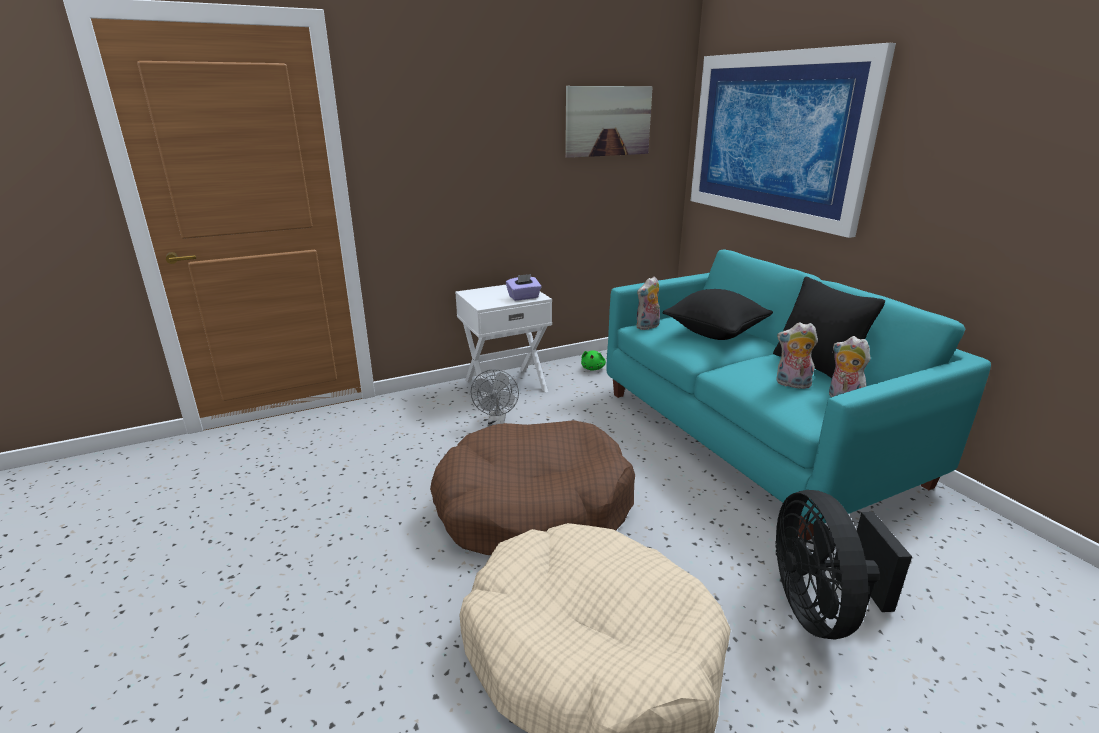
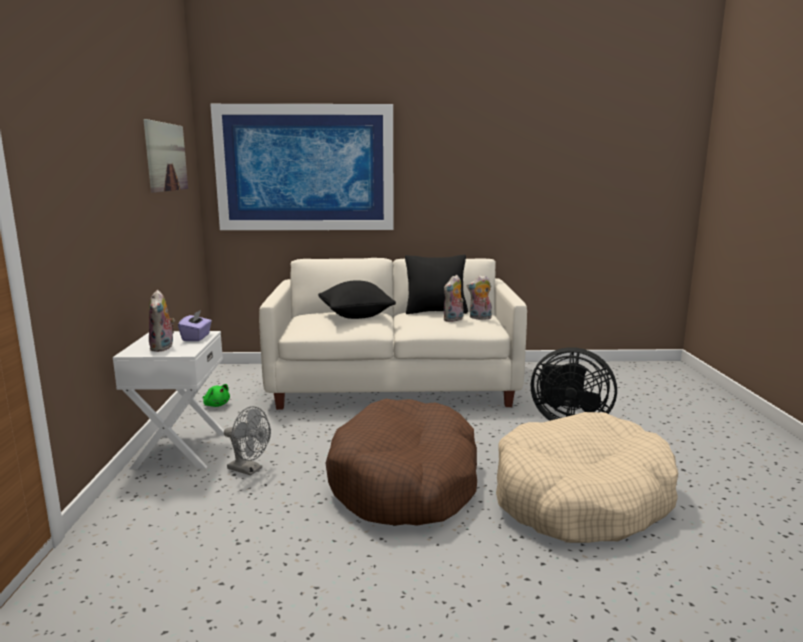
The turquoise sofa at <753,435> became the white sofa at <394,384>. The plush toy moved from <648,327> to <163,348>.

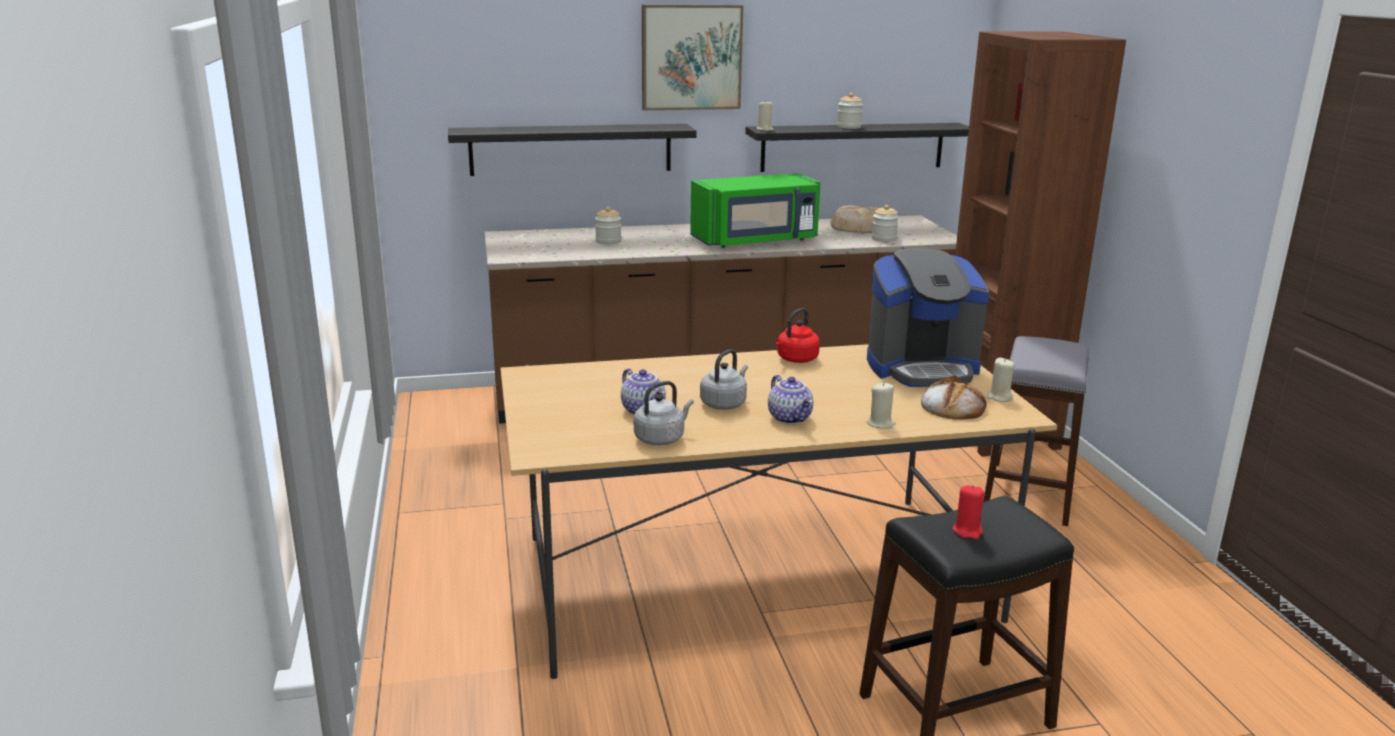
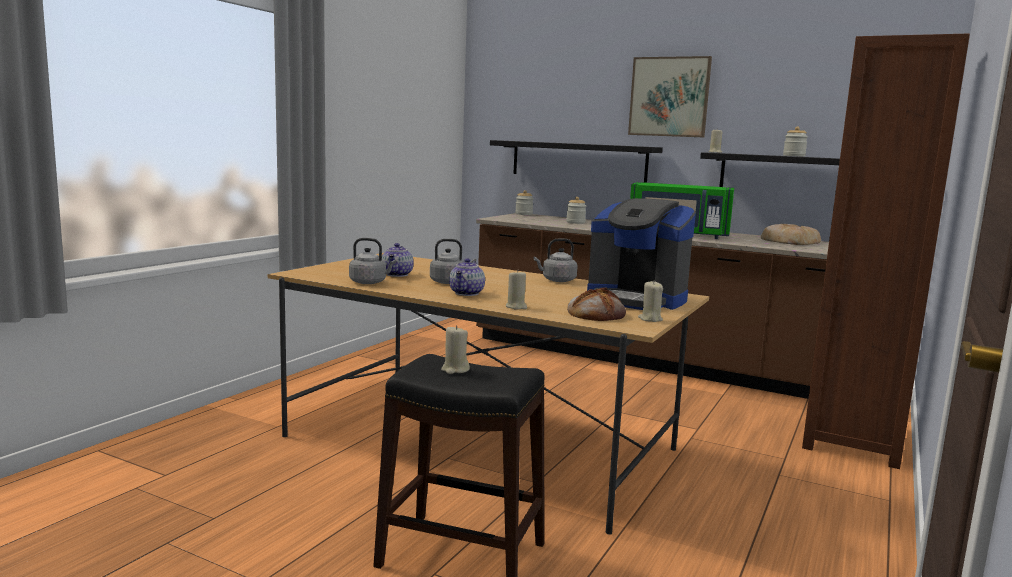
The jar moved from <884,239> to <524,214>. The red kettle at <796,359> became the grey kettle at <557,280>. The grey stool at <1029,493> disappeared. The red candle at <967,531> became the beige candle at <455,370>.

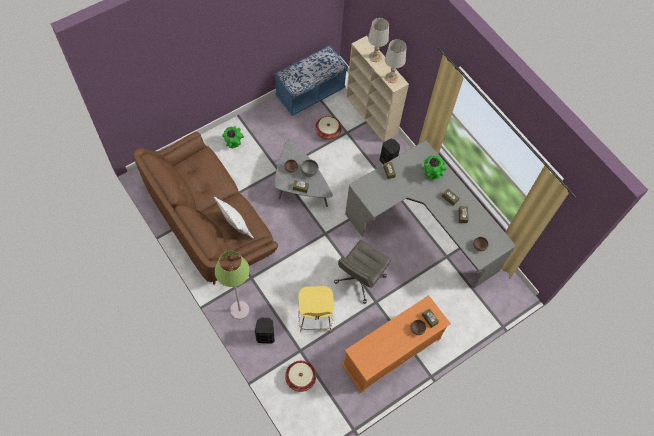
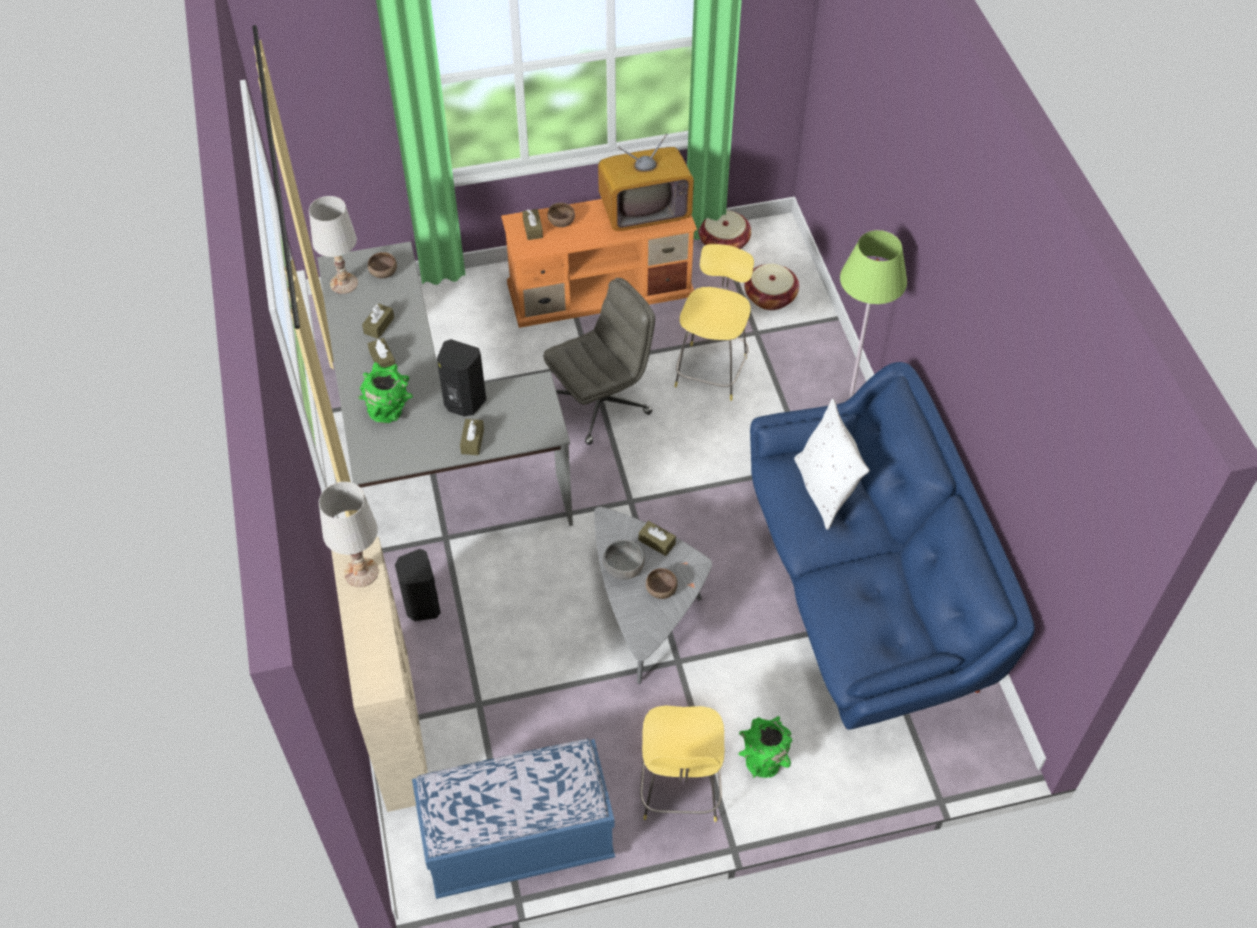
The white table lamp moved from <375,56> to <344,284>. The basket moved from <328,132> to <723,242>. The brown sofa at <210,222> became the blue sofa at <864,593>. The black speaker moved from <265,336> to <463,403>. The television at <644,210> appeared. The yellow stool at <680,790> appeared.

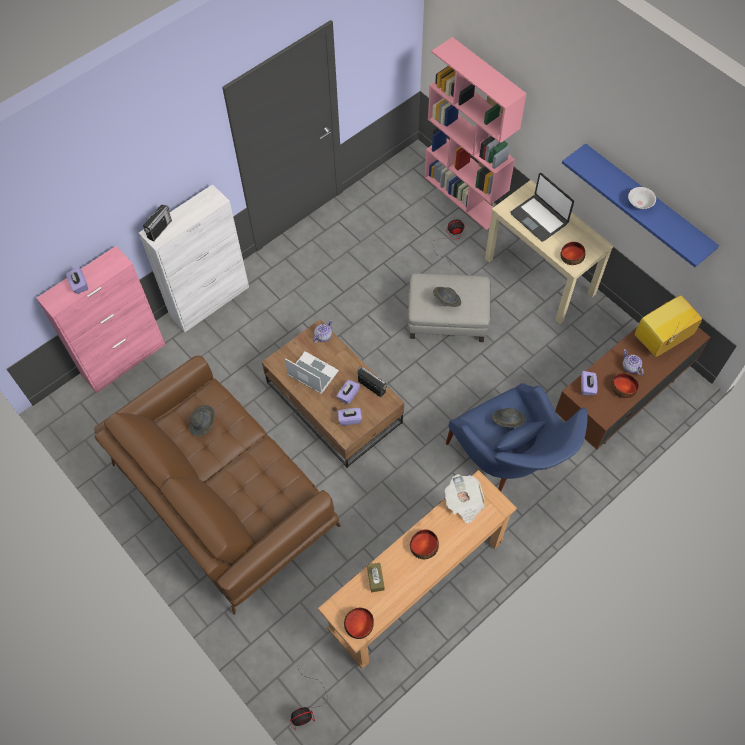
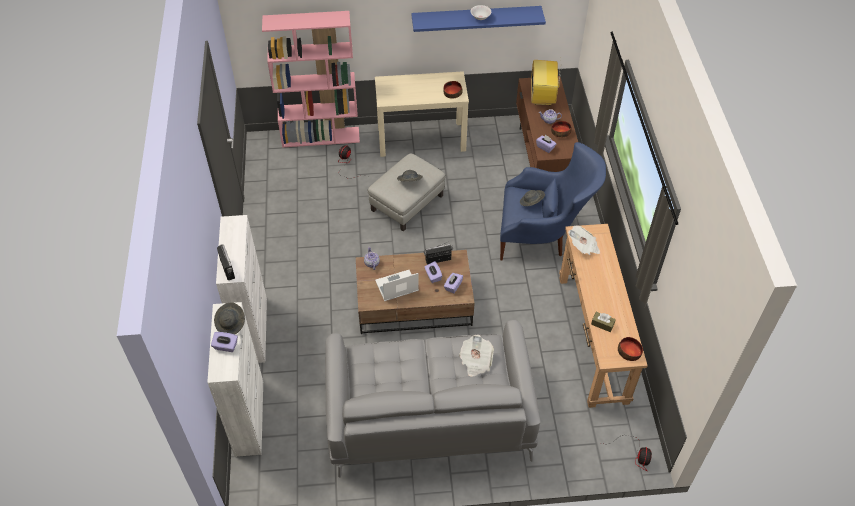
The laptop at <539,218> disappeared. The pink cabinet at <124,360> became the white cabinet at <249,417>. The brown sofa at <222,493> became the grey sofa at <428,414>. The grey hat moved from <203,424> to <231,324>. The bowl at <424,546> disappeared. The newspaper at <476,361> appeared.

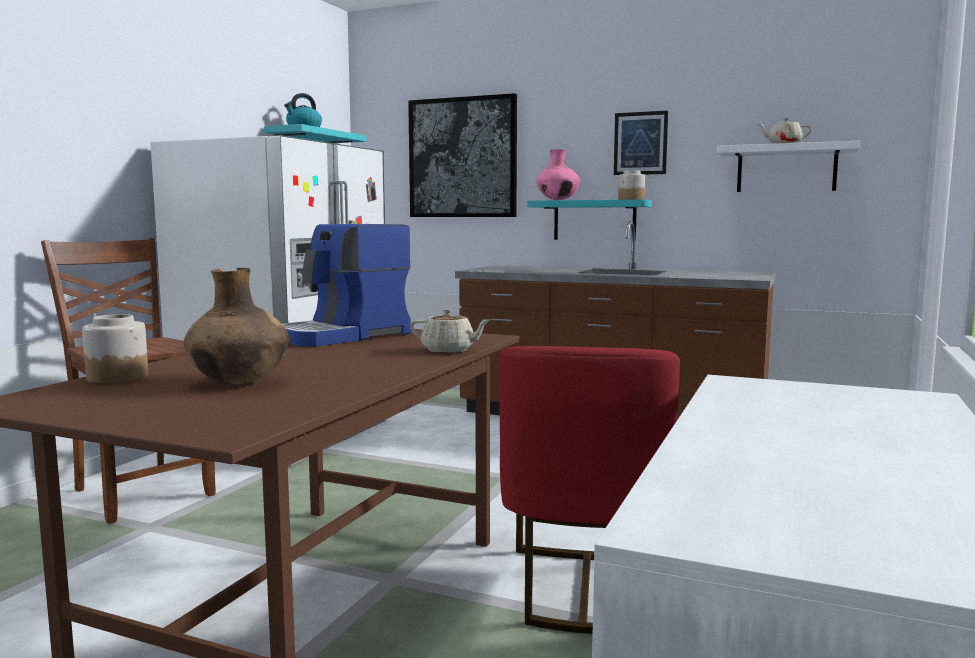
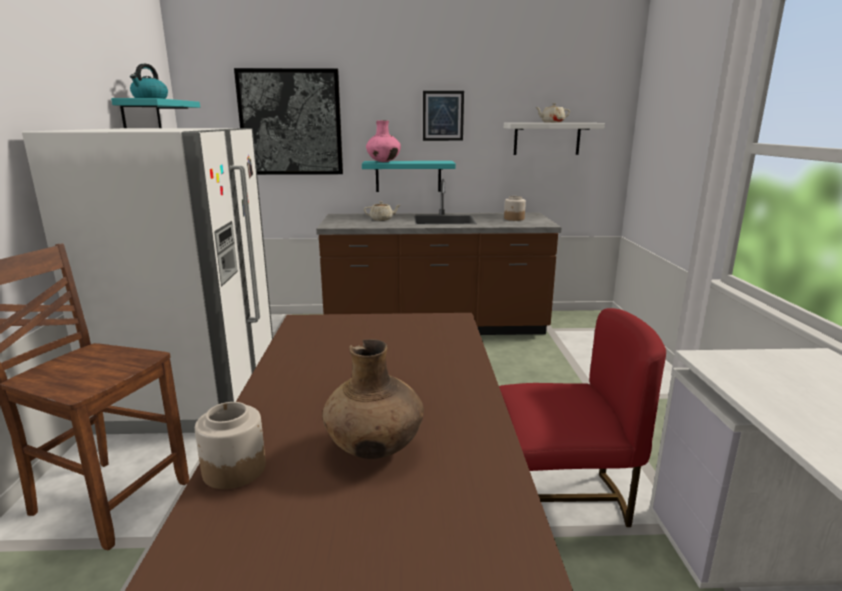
The jar moved from <631,199> to <514,219>. The coffee machine at <344,336> disappeared. The beige teapot moved from <449,350> to <382,219>. The red chair at <583,589> turned 75 degrees counterclockwise.

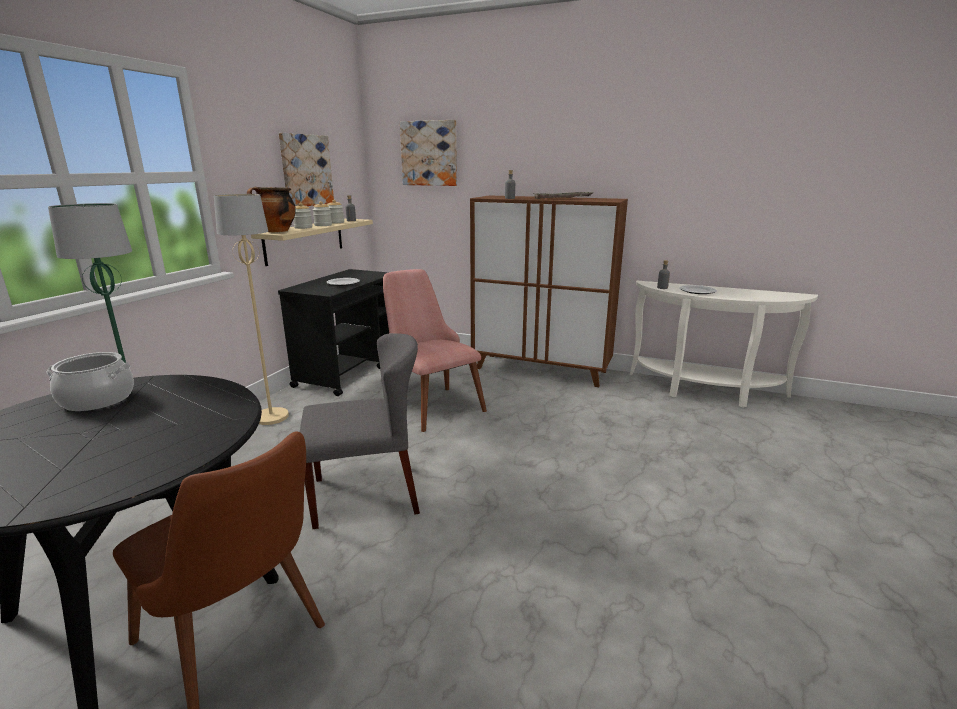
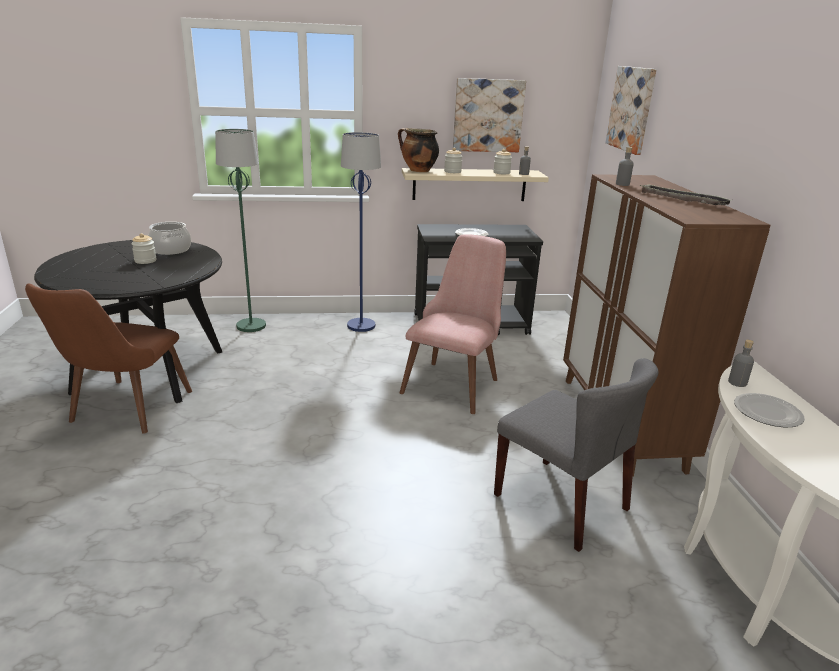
The beige floor lamp at <271,417> became the blue floor lamp at <361,325>. The jar moved from <323,225> to <145,261>. The grey chair moved from <366,495> to <562,502>.

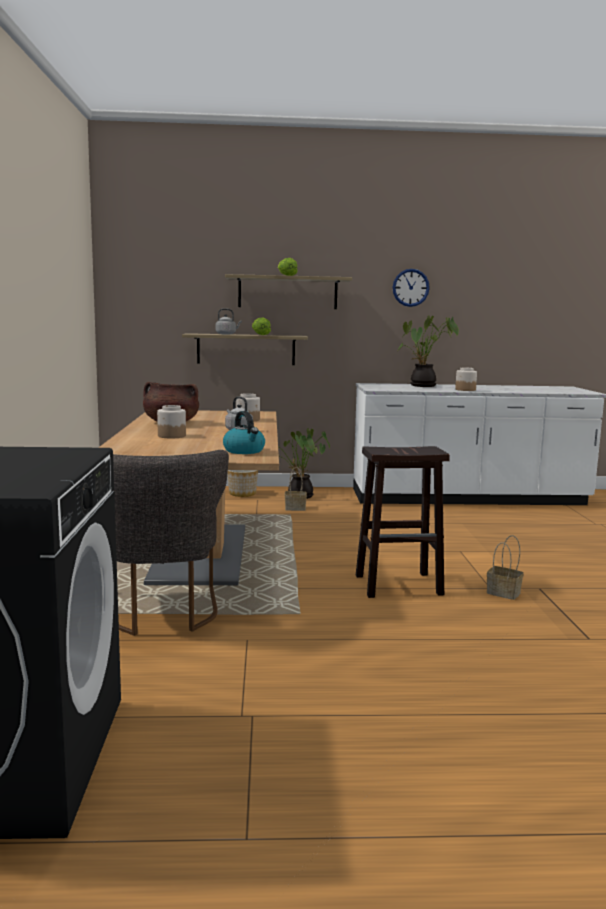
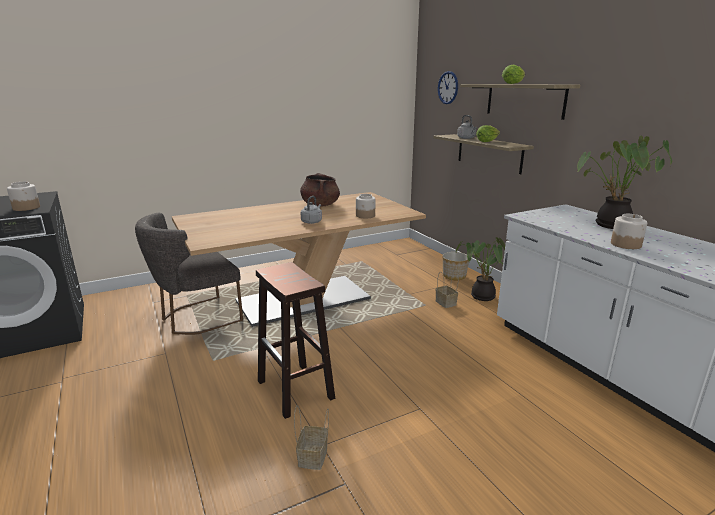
The wall clock moved from <410,287> to <448,87>. The jar moved from <171,436> to <27,208>. The kettle at <244,451> disappeared.

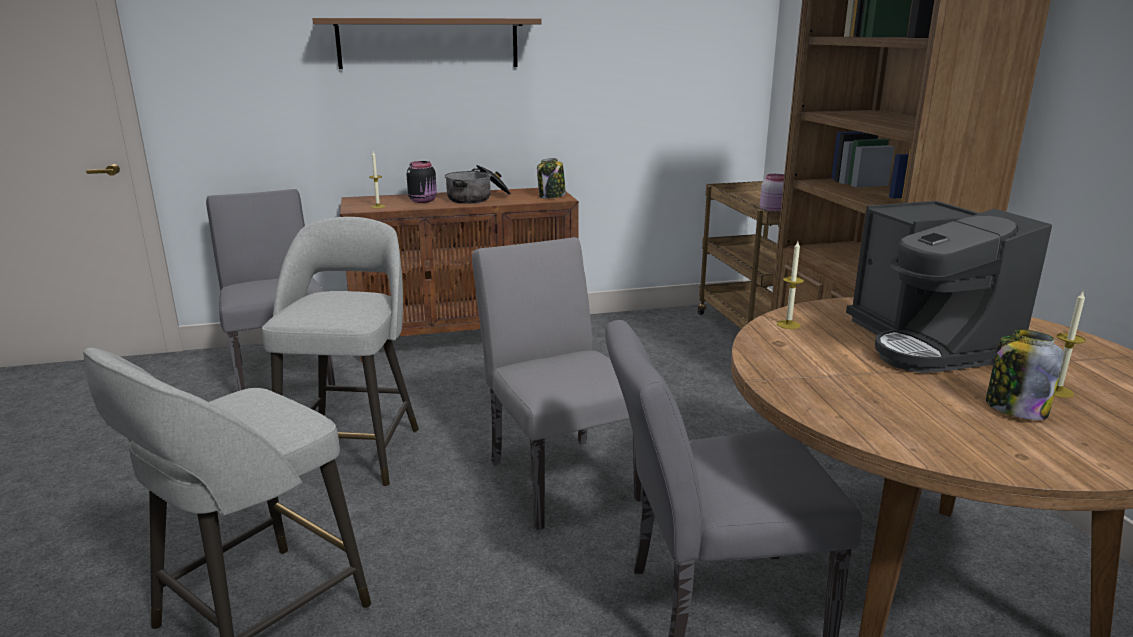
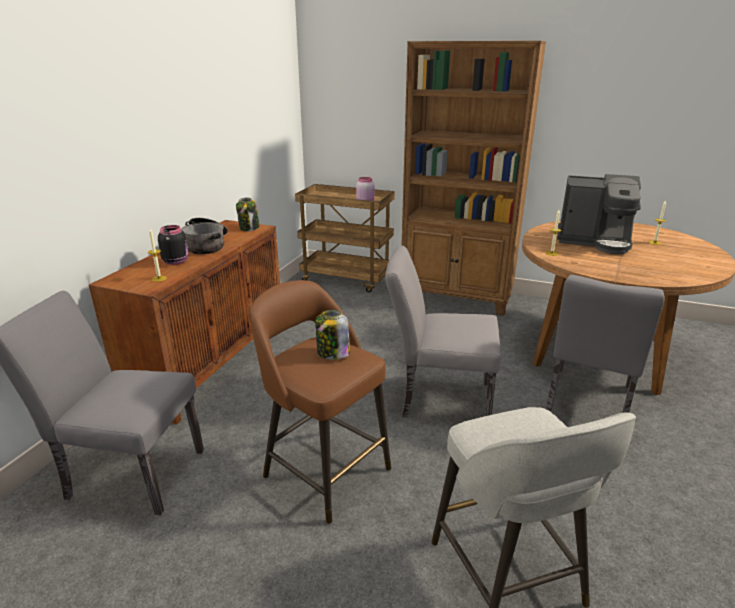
The brown shelf at <428,43> disappeared. The grey stool at <353,451> became the brown stool at <324,470>. The jar moved from <1015,409> to <332,353>.

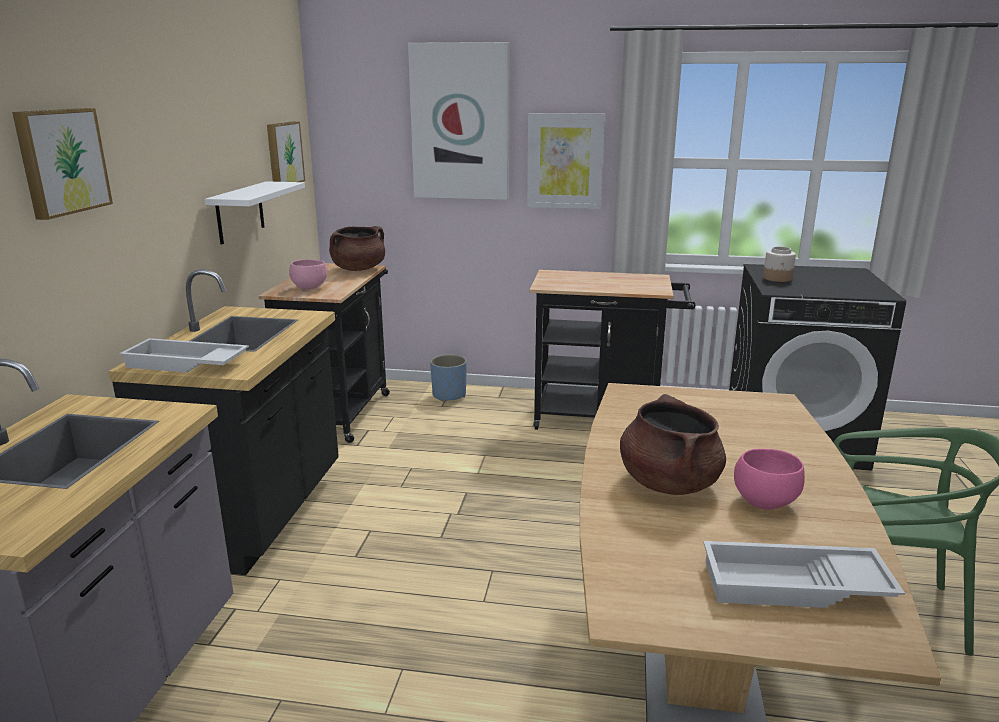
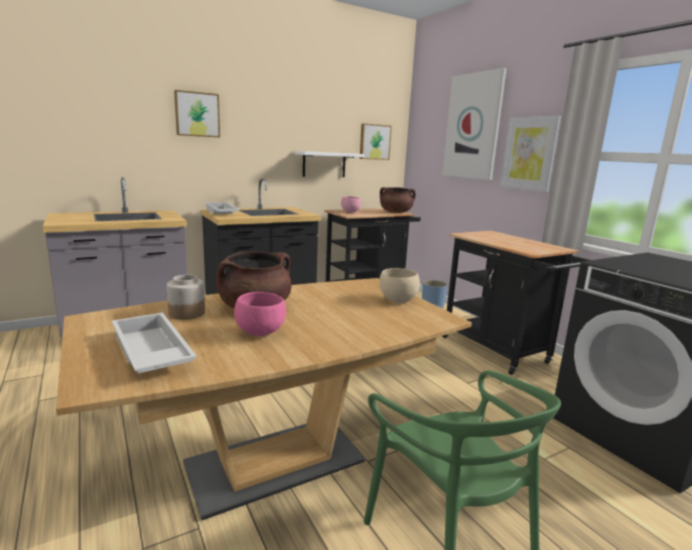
The jar moved from <777,278> to <186,313>. The beige bowl at <398,300> appeared.

